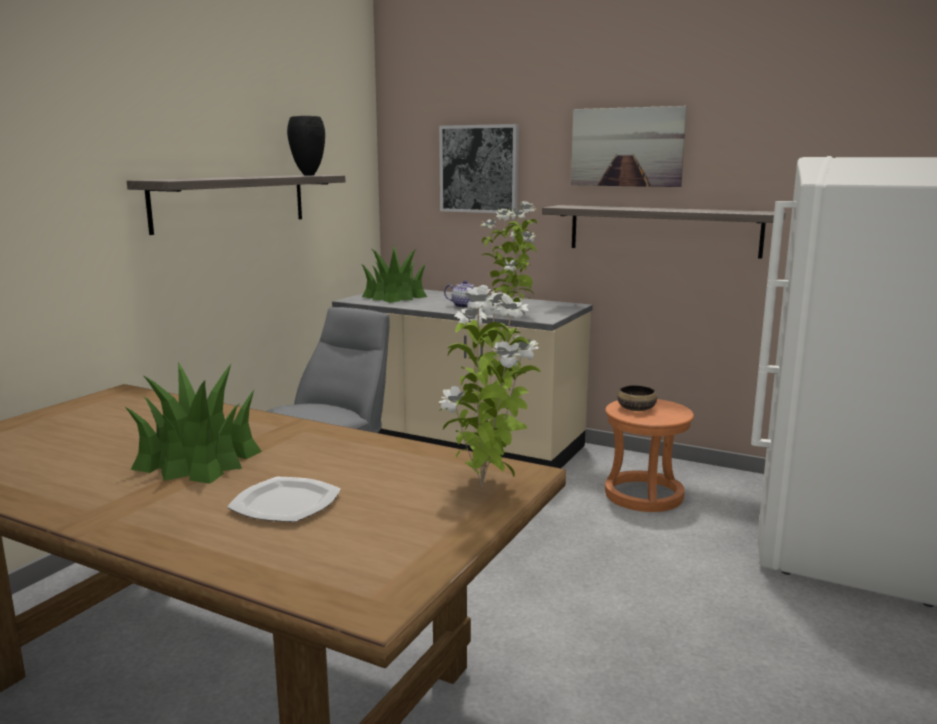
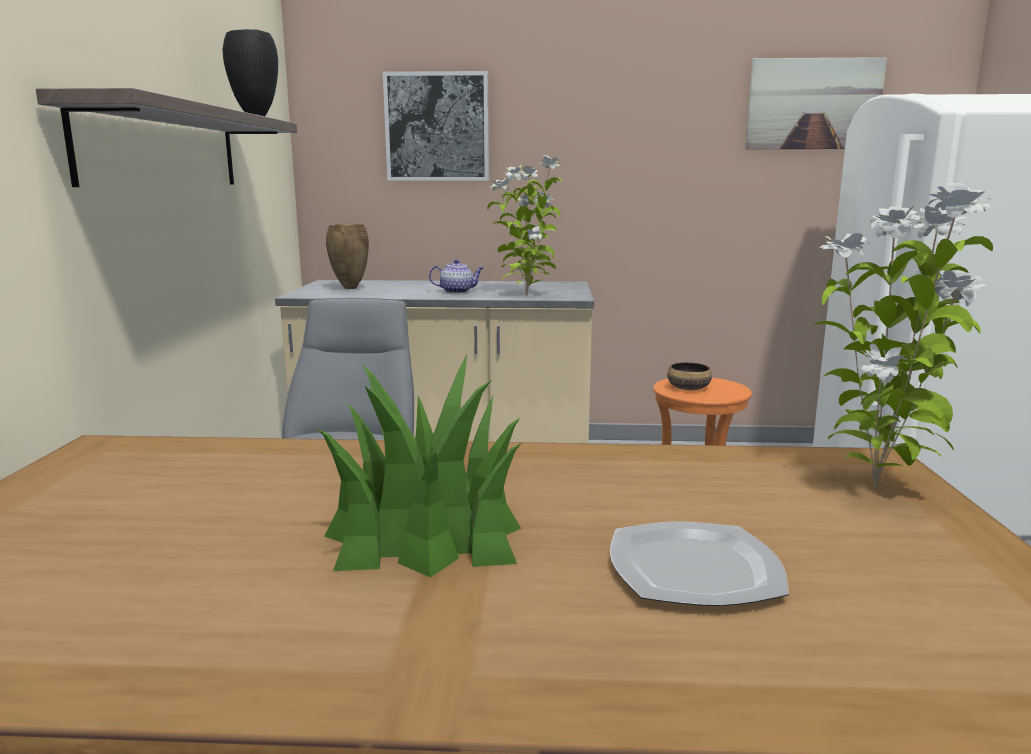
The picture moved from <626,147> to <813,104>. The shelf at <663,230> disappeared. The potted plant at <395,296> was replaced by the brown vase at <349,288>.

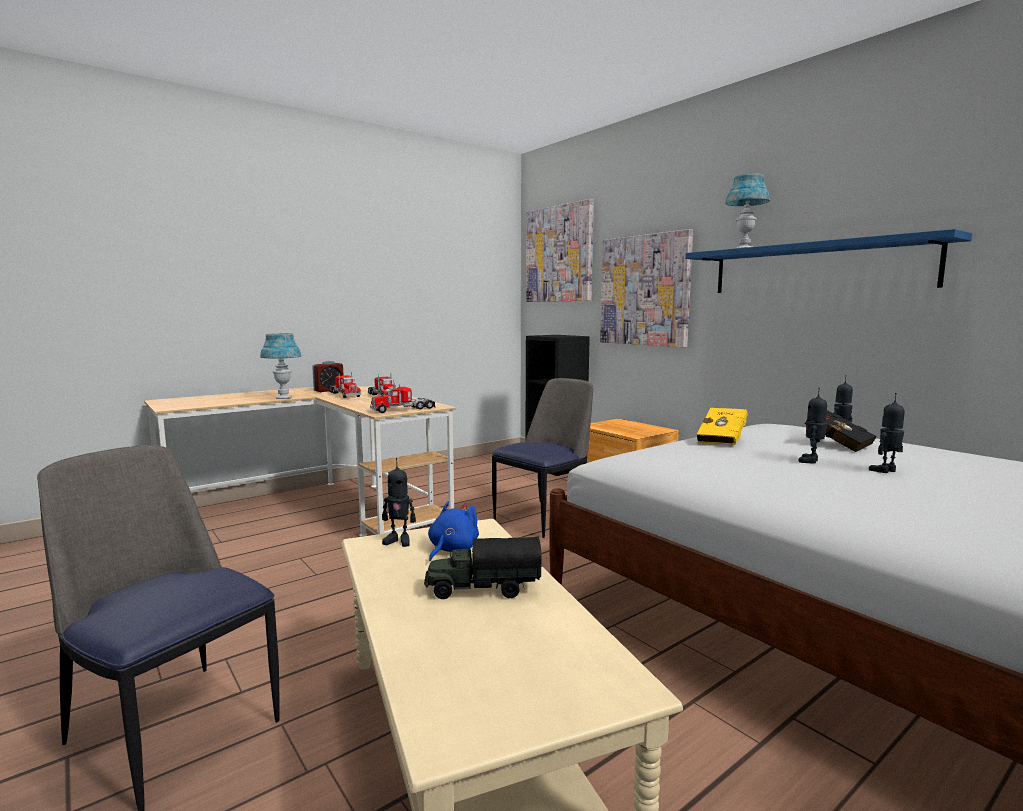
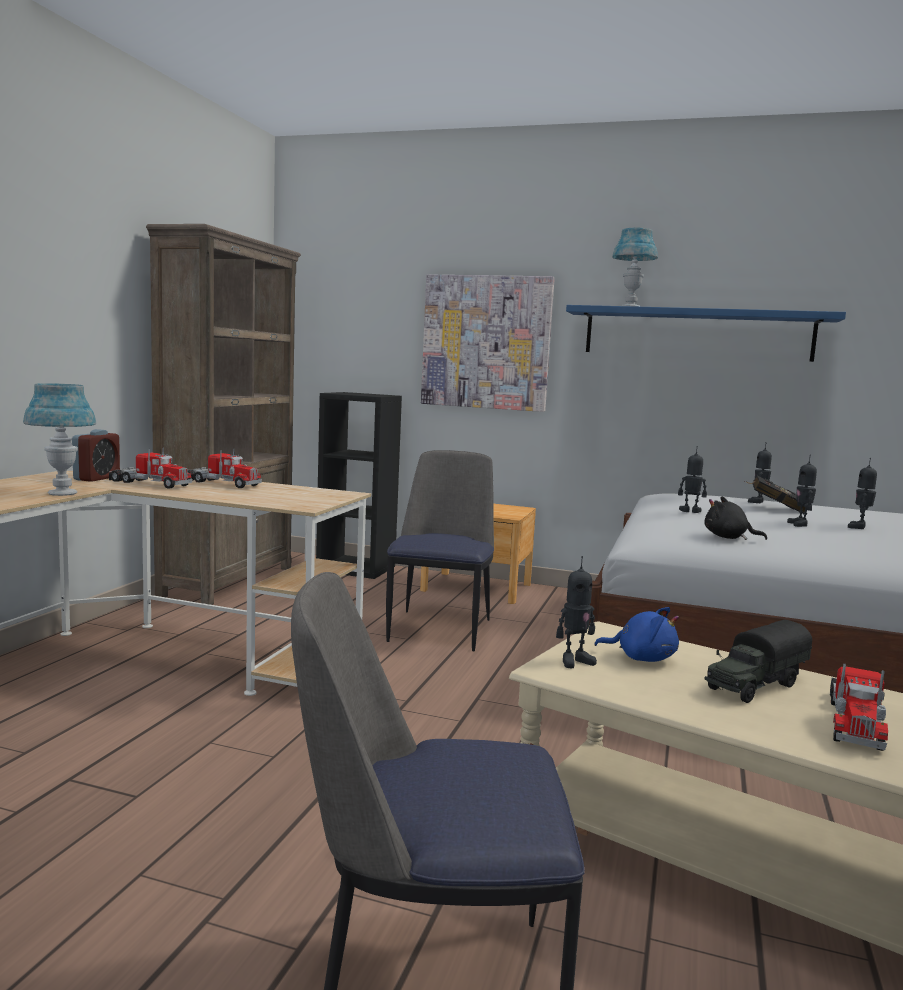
The picture at <559,254> disappeared. The toy truck moved from <403,409> to <853,721>. The yellow book at <723,440> was replaced by the toy robot at <690,511>. The blue plush toy at <451,549> turned 120 degrees clockwise. The brown bookcase at <229,581> appeared. The black plush toy at <728,538> appeared.

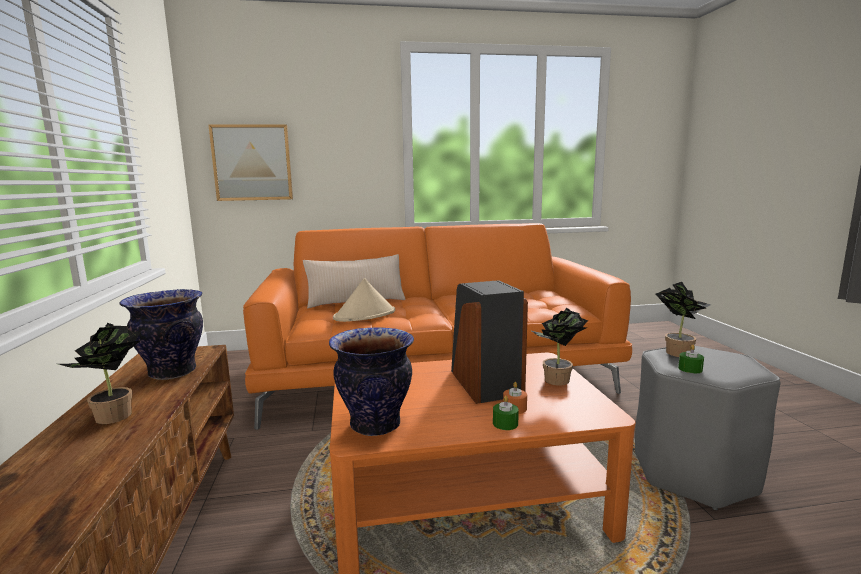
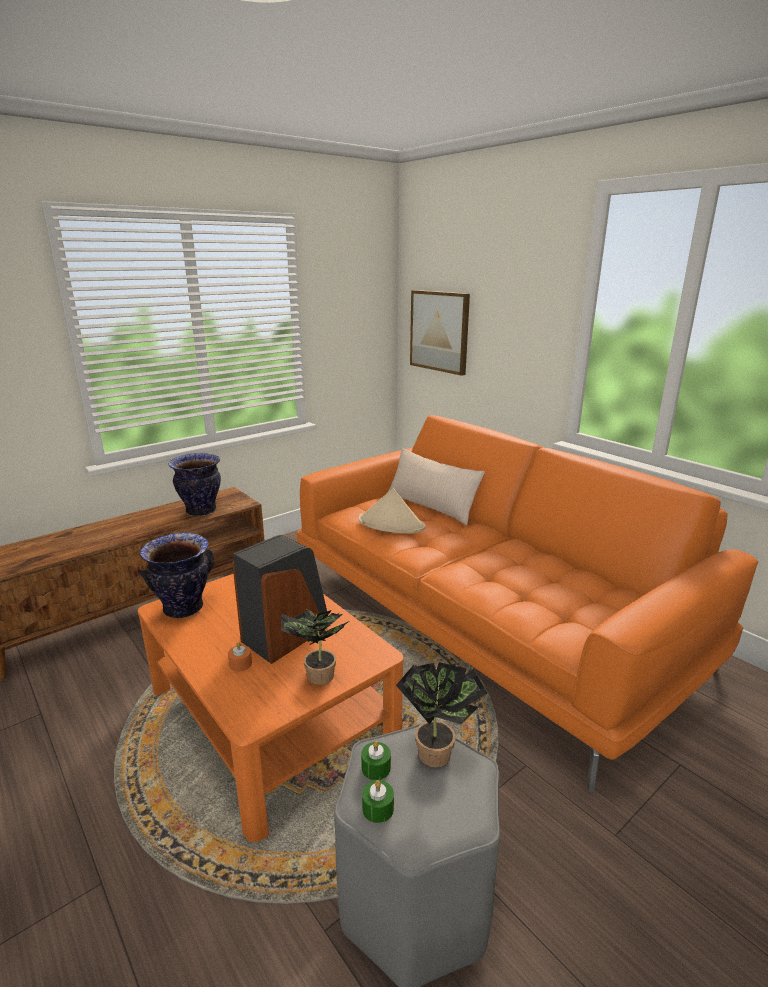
The potted plant at <115,418> disappeared. The green candle moved from <505,423> to <378,808>.

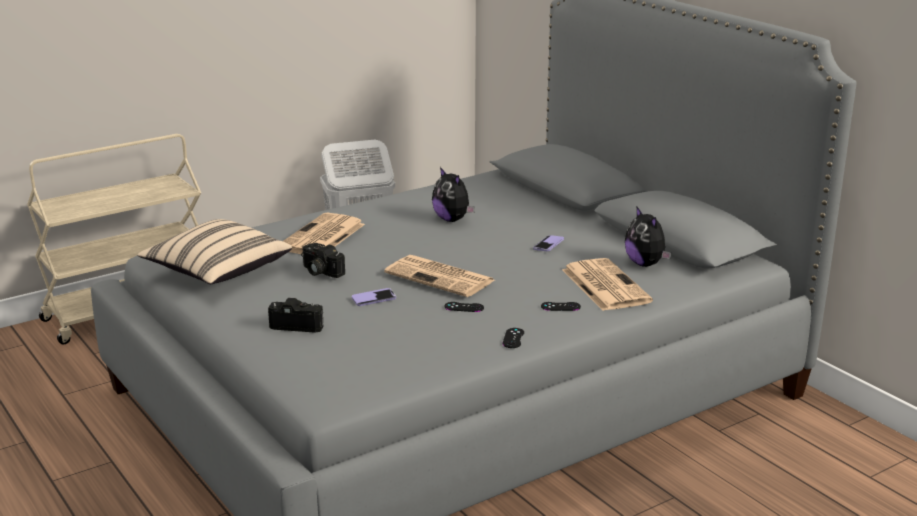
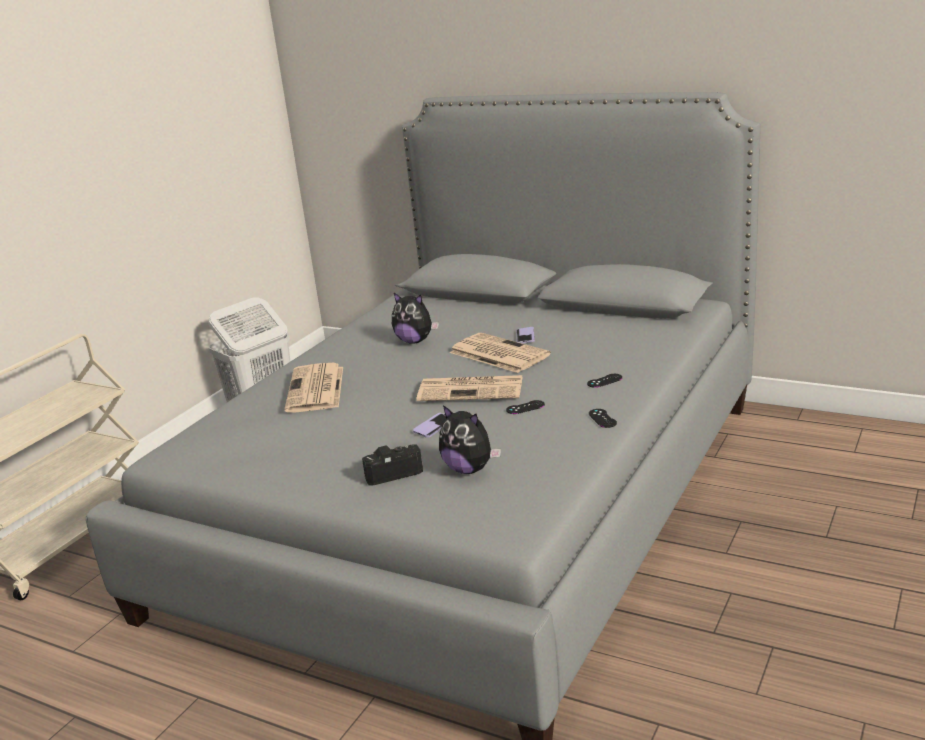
The plush toy moved from <646,264> to <469,469>. The beige pillow at <217,272> disappeared. The photo camera at <319,271> disappeared. The newspaper moved from <604,285> to <497,354>.

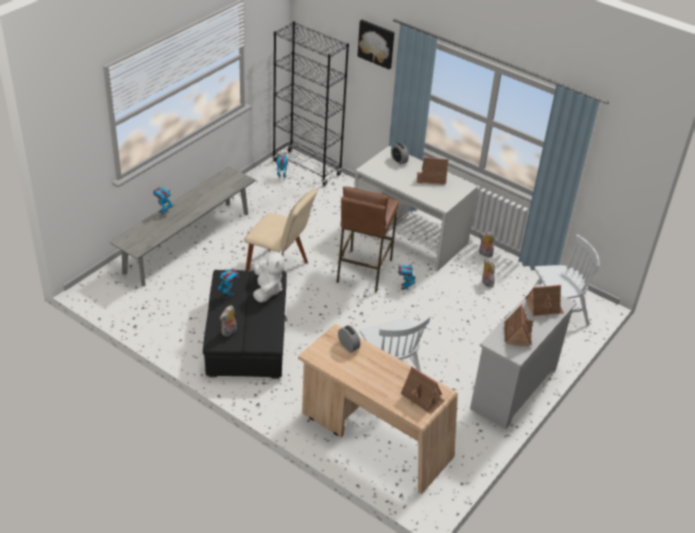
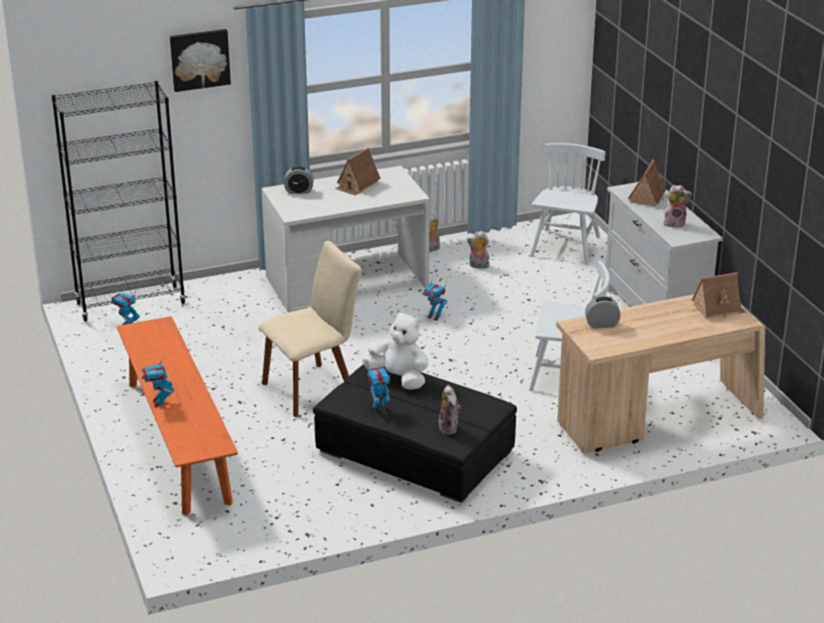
The grey bench at <187,242> became the orange bench at <178,441>. The brown stool at <363,271> disappeared. The toy house at <517,334> was replaced by the plush toy at <674,223>.

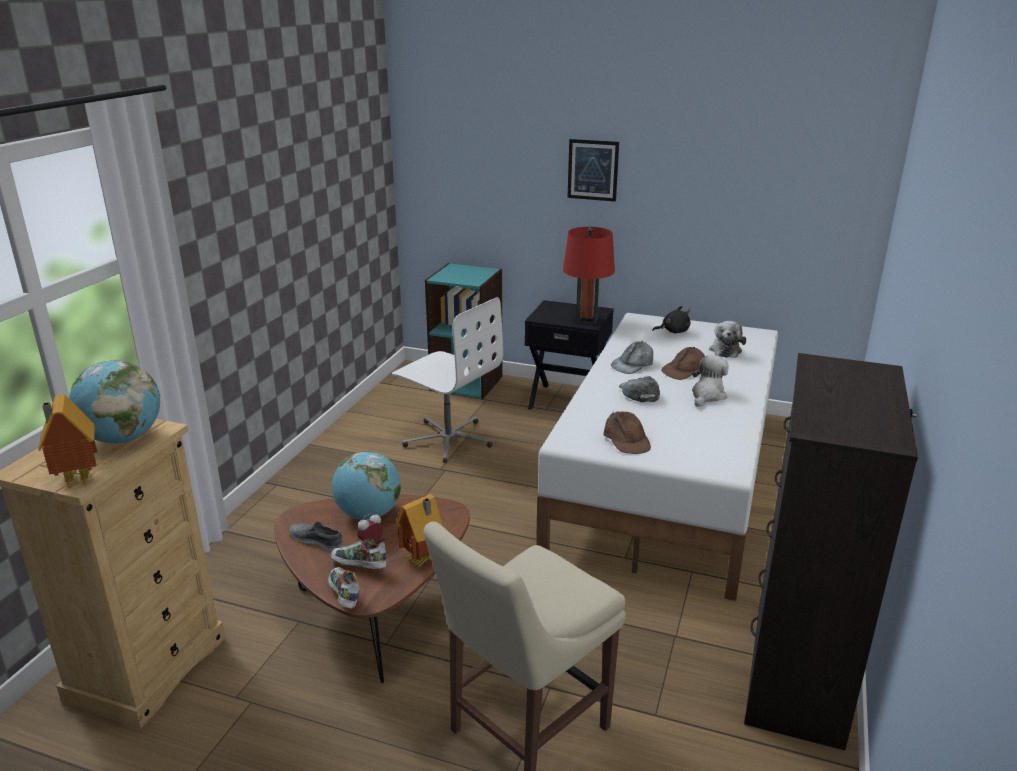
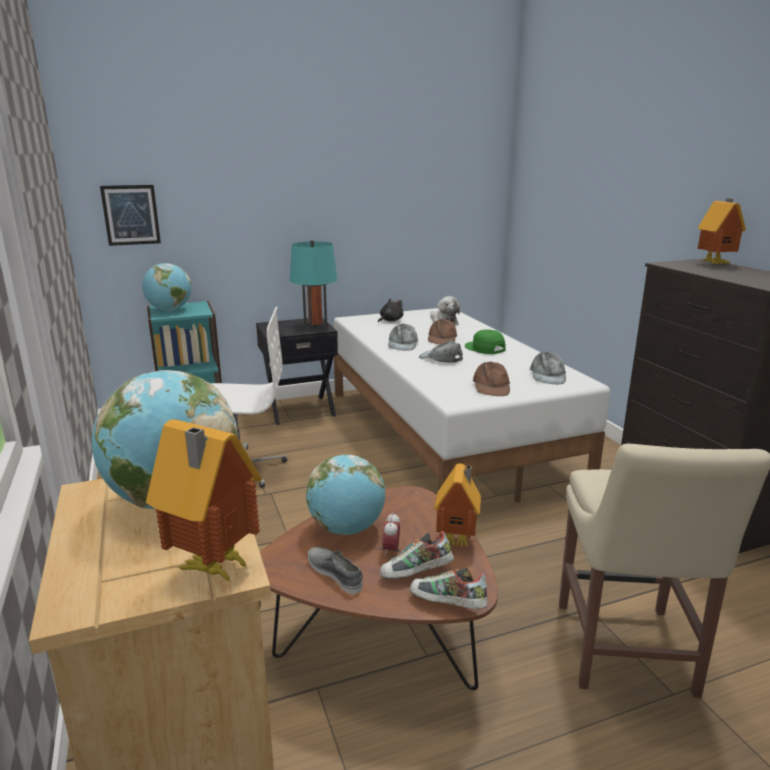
The picture moved from <592,170> to <131,215>. The red table lamp at <586,319> became the turquoise table lamp at <315,327>. The plush toy at <707,395> was replaced by the green cap at <484,348>. The brown cap at <626,440> turned 60 degrees clockwise. The grey shoe at <317,540> turned 60 degrees clockwise. The toy house at <716,263> appeared. The globe at <169,310> appeared. The grey cap at <547,375> appeared.

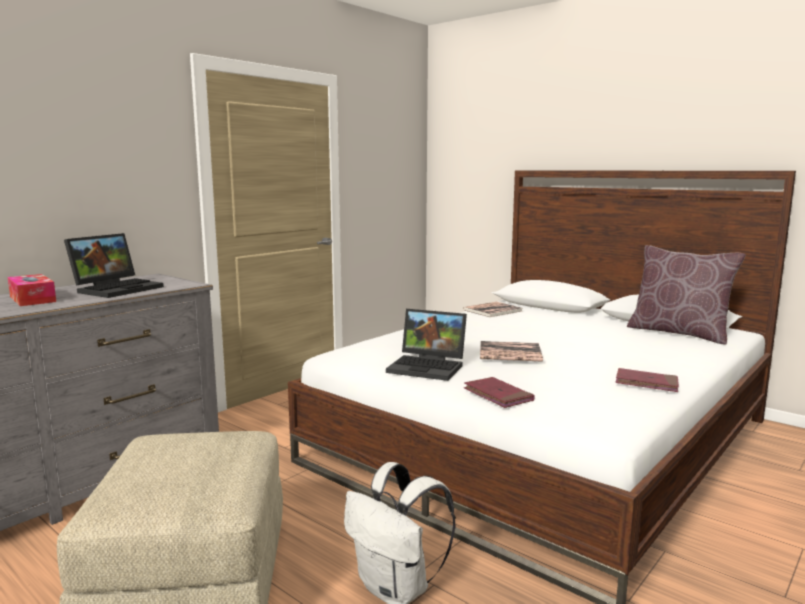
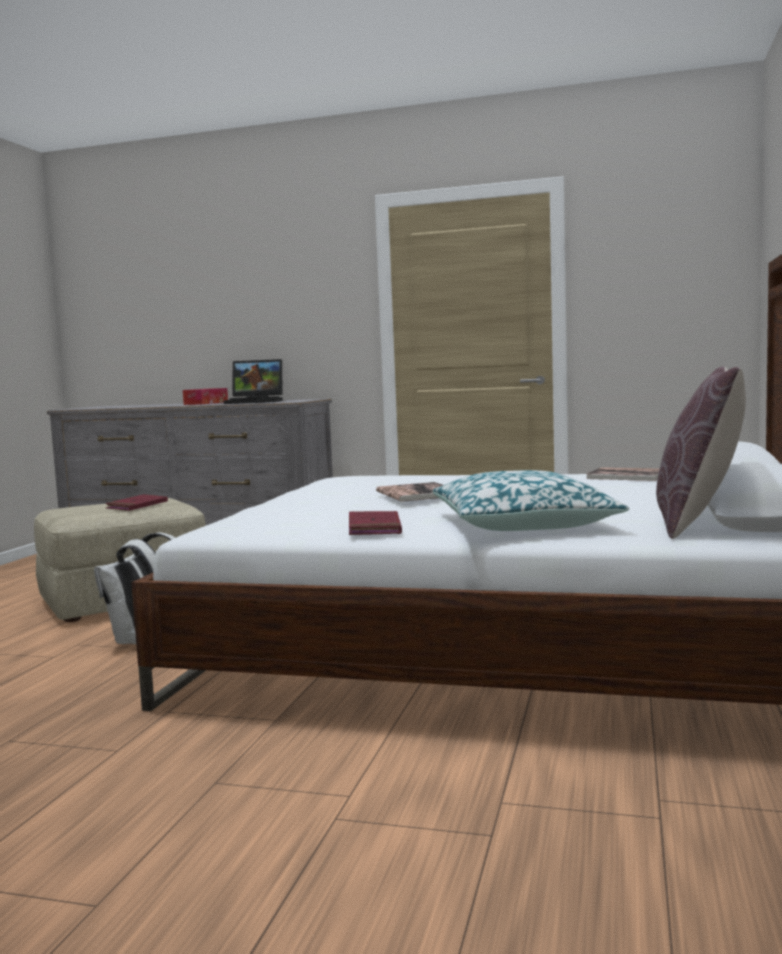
The laptop at <429,367> disappeared. The red book moved from <498,395> to <137,506>. The pillow at <523,524> appeared.

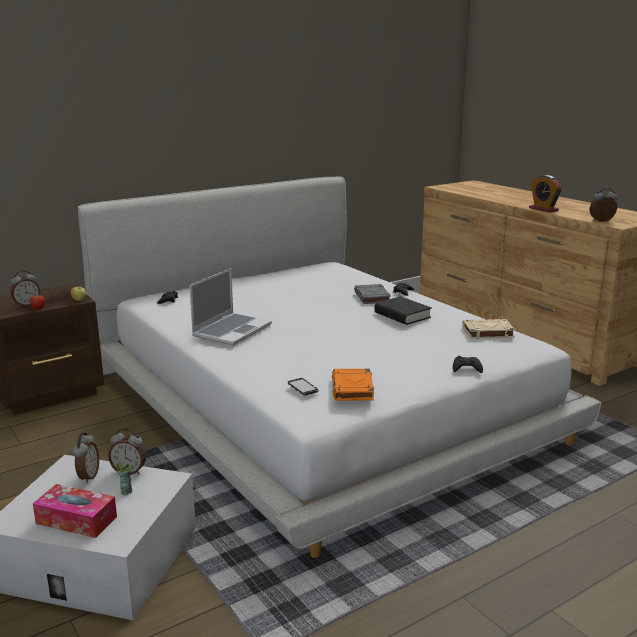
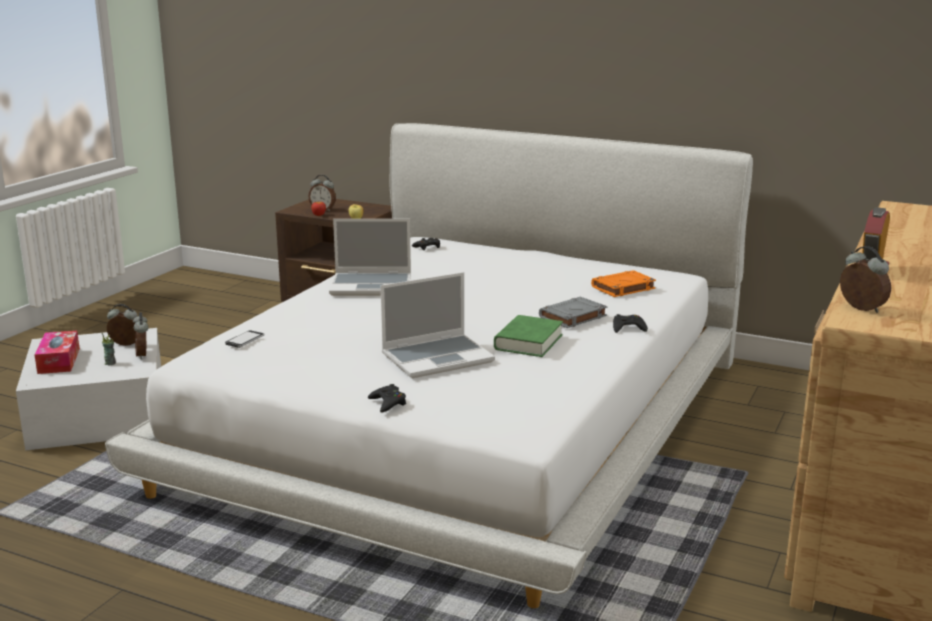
The black book at <402,315> became the green book at <528,342>. The beige book at <487,332> disappeared. The orange book moved from <352,389> to <622,288>. The alarm clock at <88,476> turned 150 degrees counterclockwise. The laptop at <438,357> appeared.

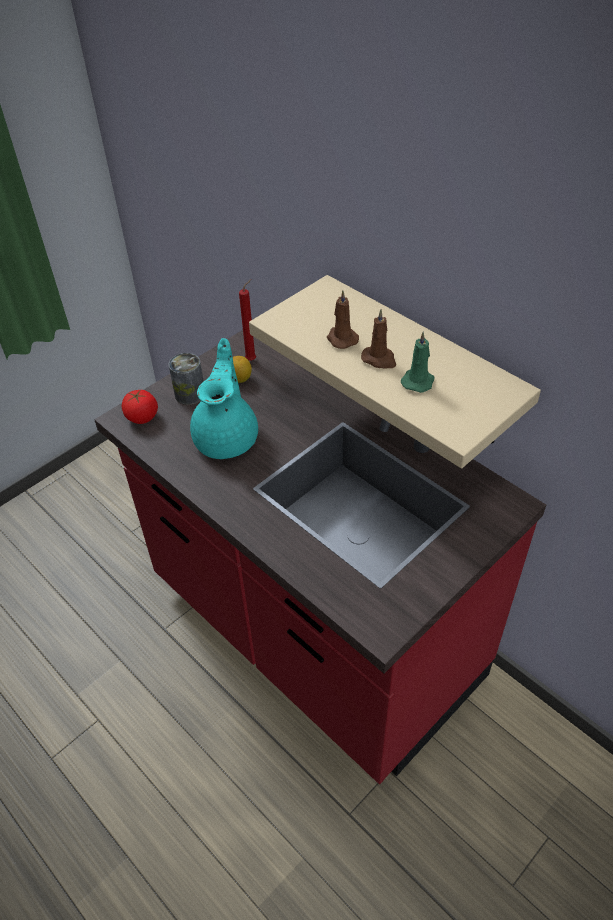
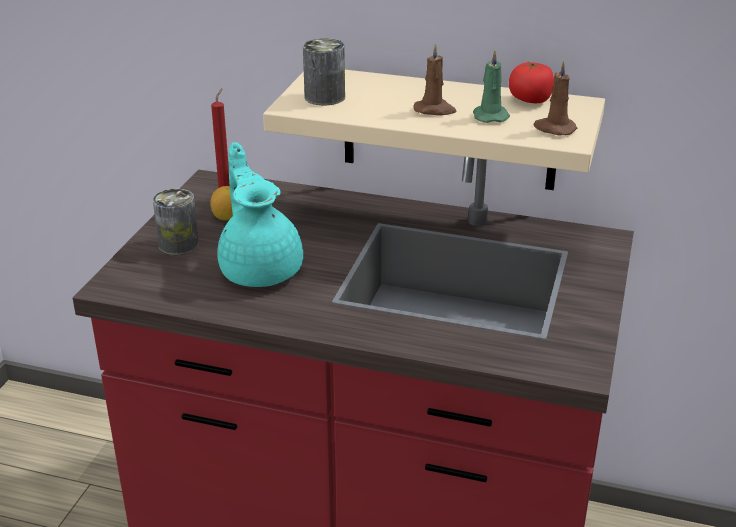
The brown candle moved from <341,338> to <554,128>. The tomato moved from <142,417> to <530,100>. The can at <324,97> appeared.

